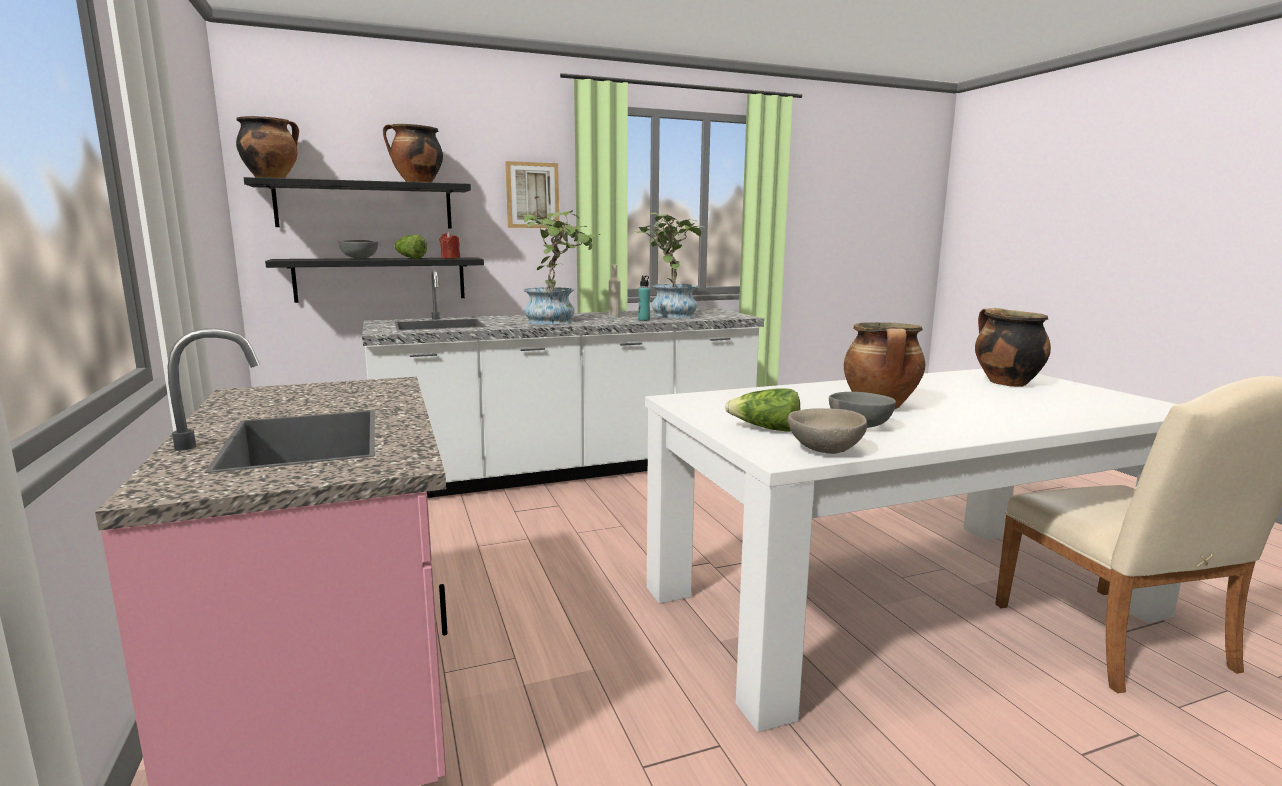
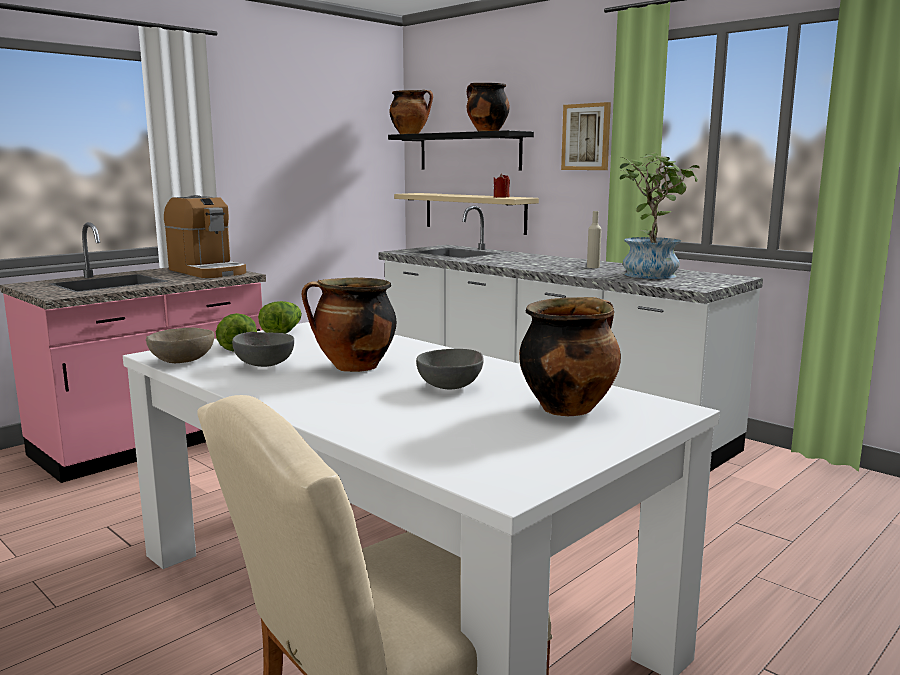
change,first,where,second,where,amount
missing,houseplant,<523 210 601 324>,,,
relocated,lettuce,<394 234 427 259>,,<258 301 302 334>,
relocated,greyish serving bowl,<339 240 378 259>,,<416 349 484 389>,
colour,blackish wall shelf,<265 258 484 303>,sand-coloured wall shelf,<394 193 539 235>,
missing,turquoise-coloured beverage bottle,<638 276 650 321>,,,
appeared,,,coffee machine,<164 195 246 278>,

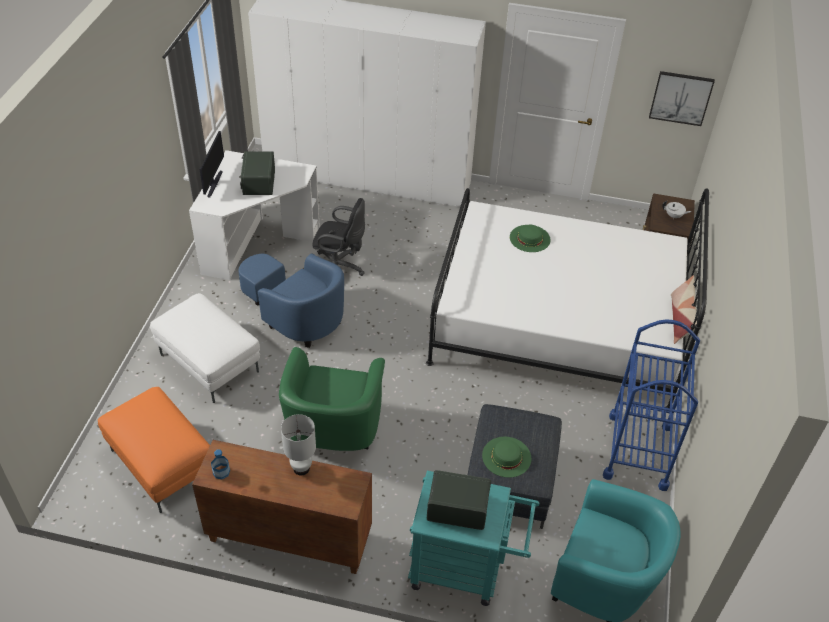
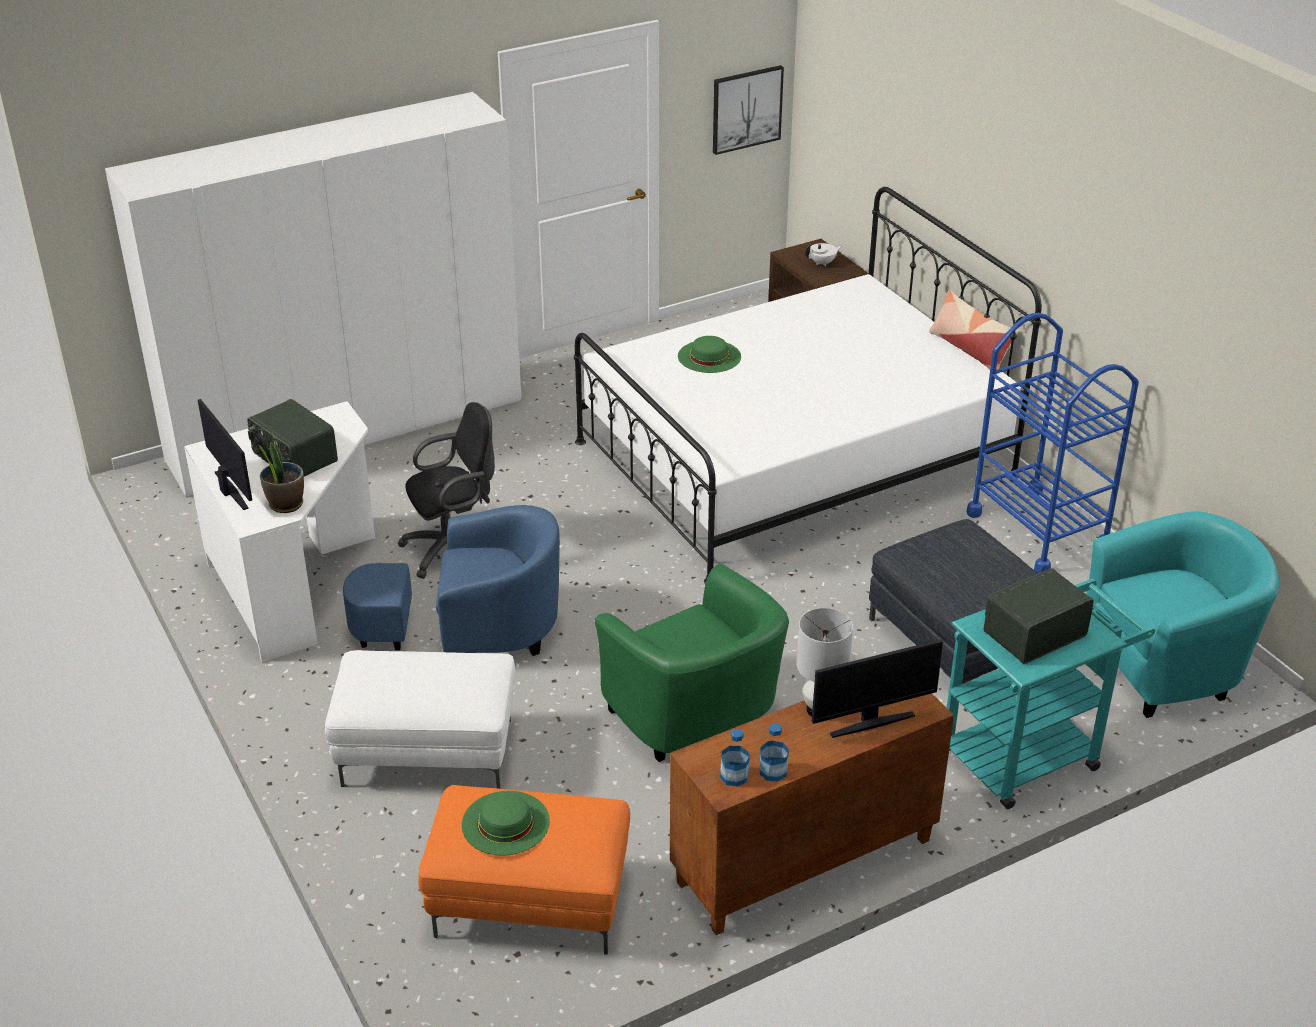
change,first,where,second,where,amount
relocated,green-coloured hat,<482 437 531 478>,,<462 791 550 856>,
appeared,,,houseplant,<256 433 304 513>,
appeared,,,computer display,<812 639 943 738>,
appeared,,,beverage bottle,<760 723 789 781>,

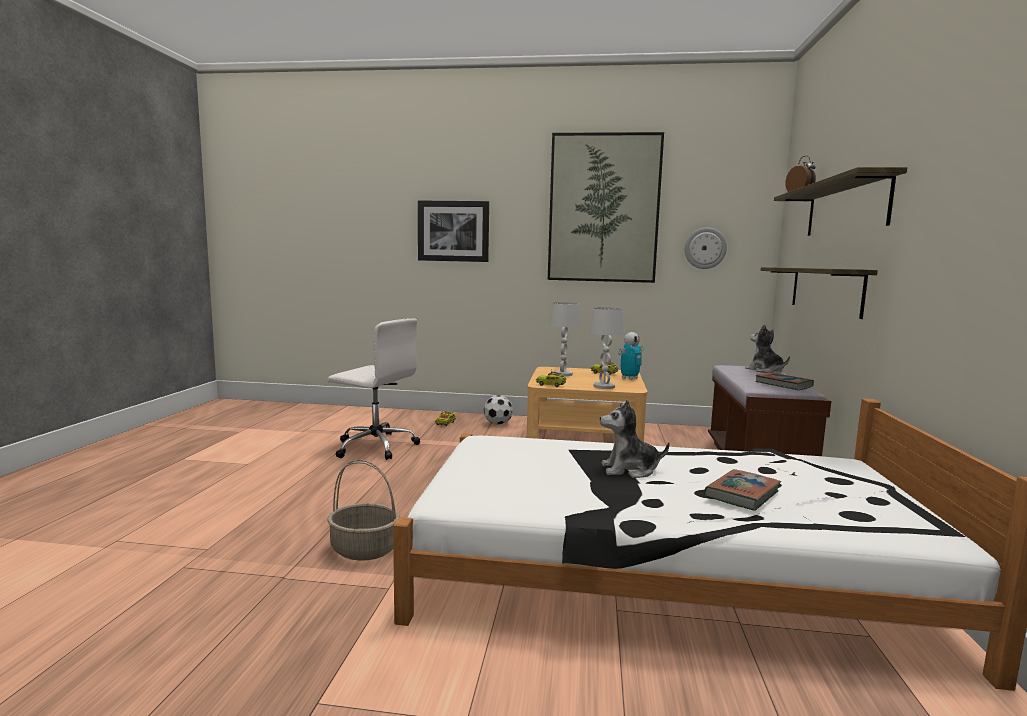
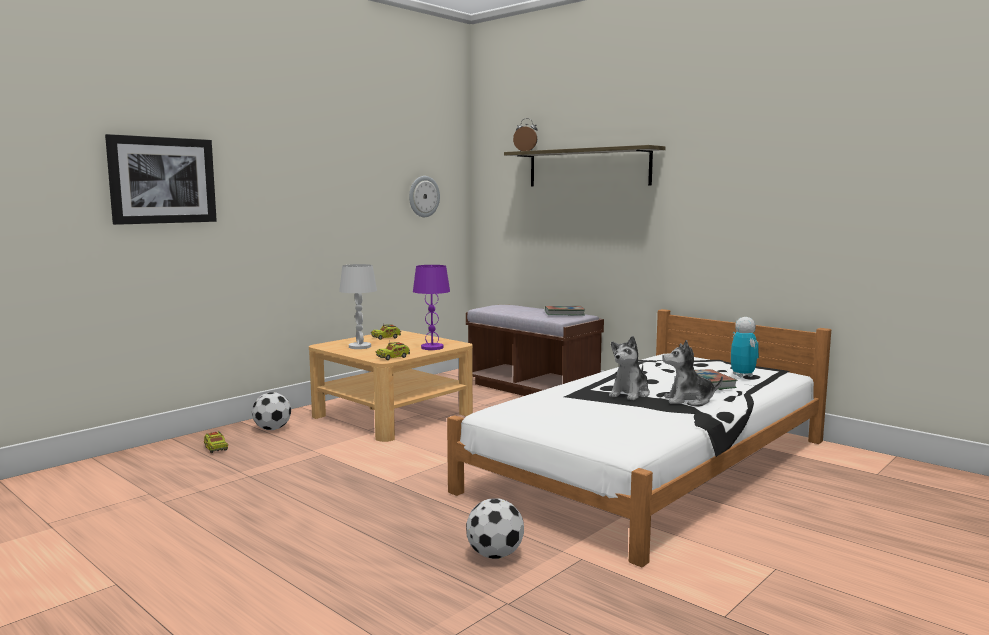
change,first,where,second,where,amount
missing,wall art,<548 132 664 283>,,,
missing,wall shelf,<761 267 878 319>,,,
colour,whitish lamp for a table,<589 307 625 389>,purple lamp for a table,<413 265 450 350>,
missing,whitish office chair,<327 318 420 460>,,,
relocated,cuddly toy,<745 325 790 373>,,<662 340 723 406>,
relocated,model robot,<619 332 643 380>,,<731 317 759 377>,
exchanged,storage basket,<327 459 400 561>,ball for football,<466 498 524 559>,

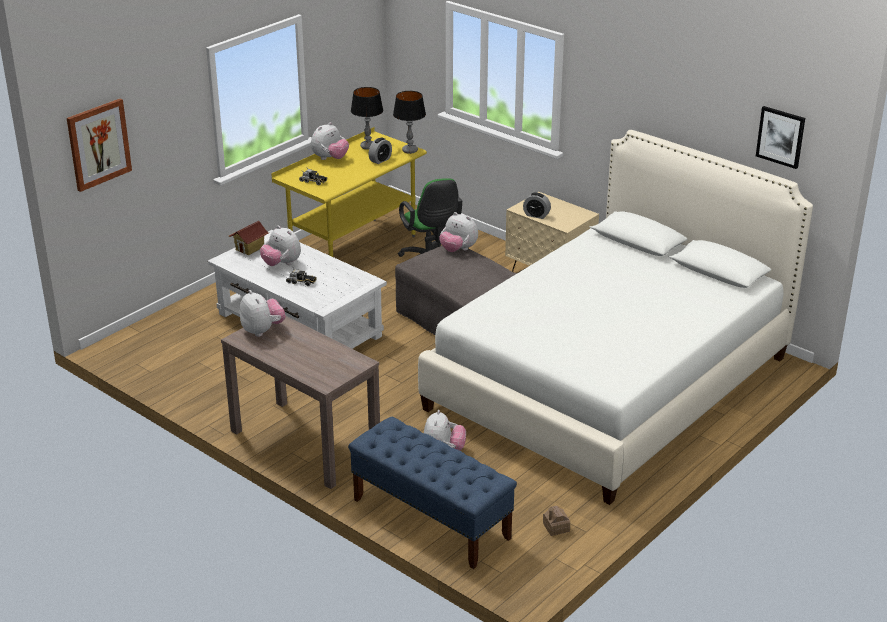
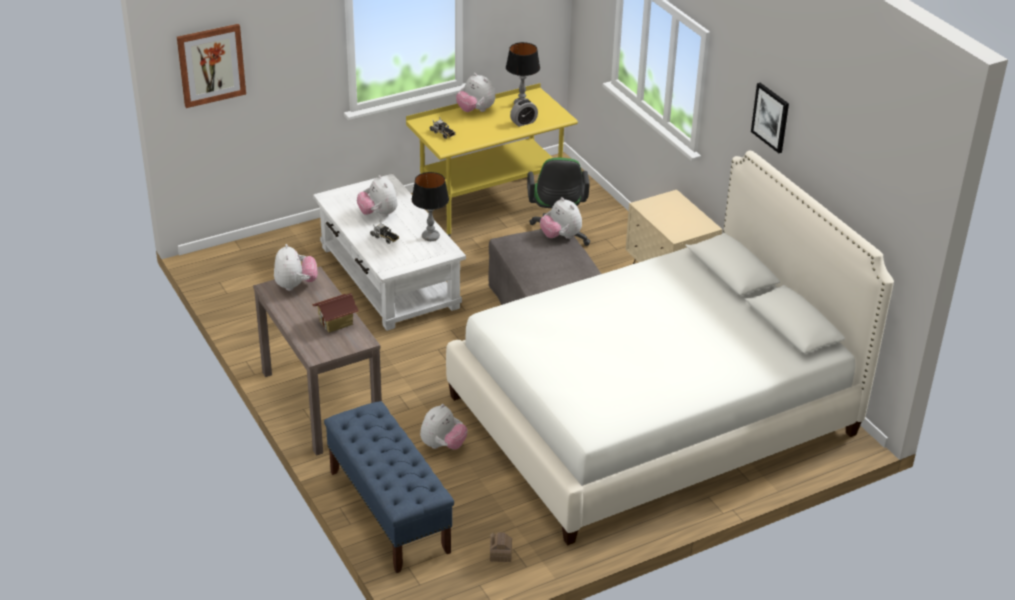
change,first,where,second,where,amount
relocated,lamp for a table,<393 91 426 154>,,<412 172 449 241>,
relocated,wall art,<756 106 805 169>,,<751 83 789 153>,
spun,cuddly toy,<311 122 349 160>,,<456 73 495 112>,75 degrees clockwise
missing,bedside clock,<523 193 551 219>,,,
relocated,miniature house,<229 221 269 255>,,<312 293 359 333>,

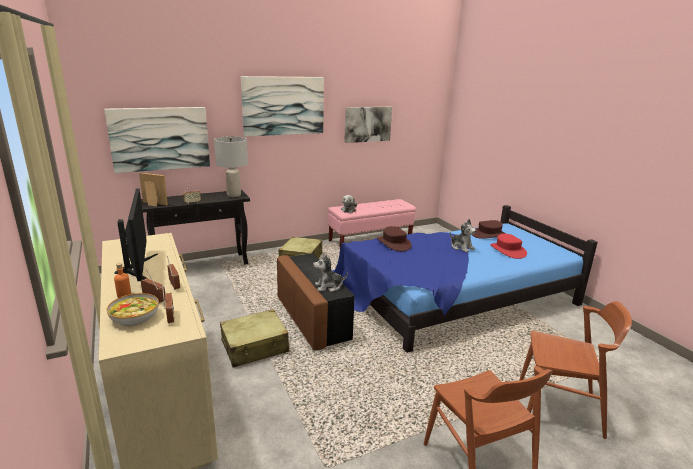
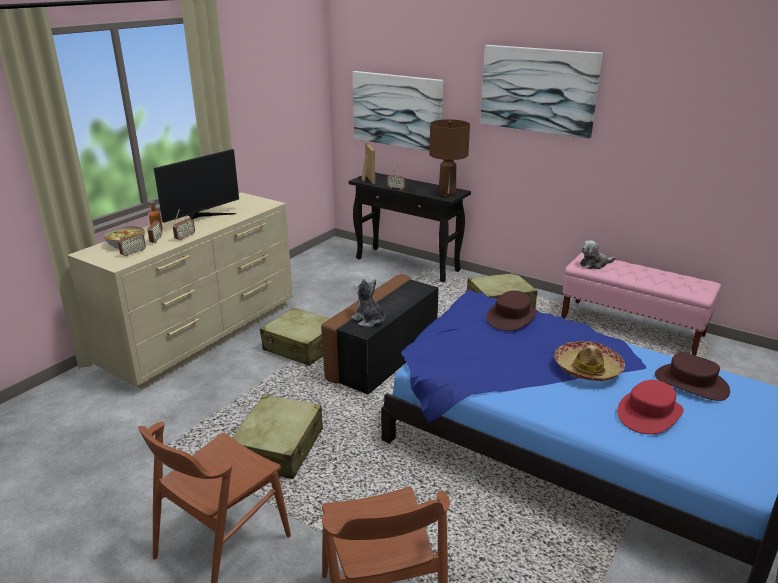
change,first,where,second,where,amount
missing,wall art,<344 107 392 143>,,,
colour,greyish lamp for a table,<214 136 248 197>,brown lamp for a table,<429 119 470 196>,
exchanged,cuddly toy,<450 219 476 252>,hat,<554 341 625 381>,
appeared,,,sand-coloured travel case,<232 394 323 479>,

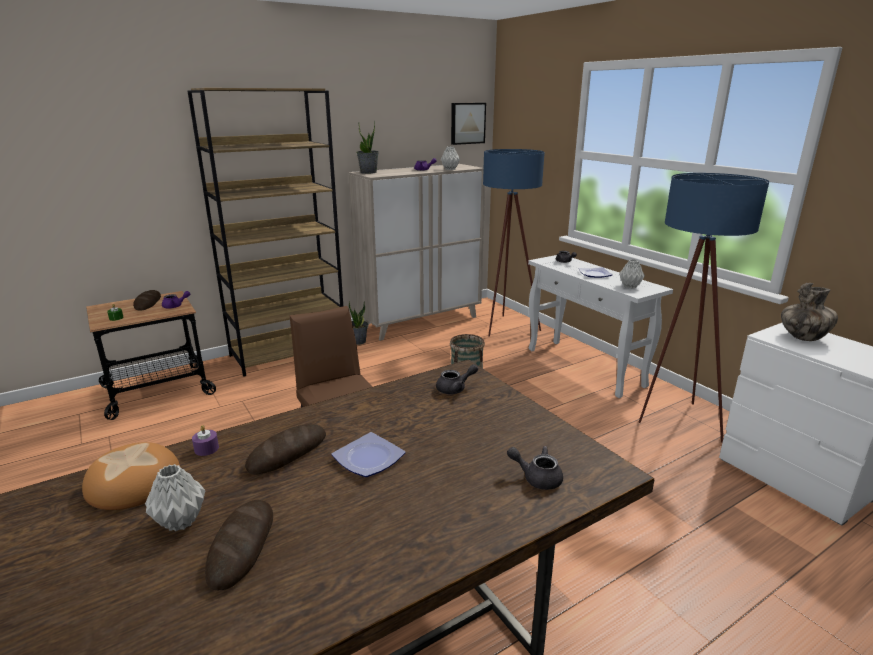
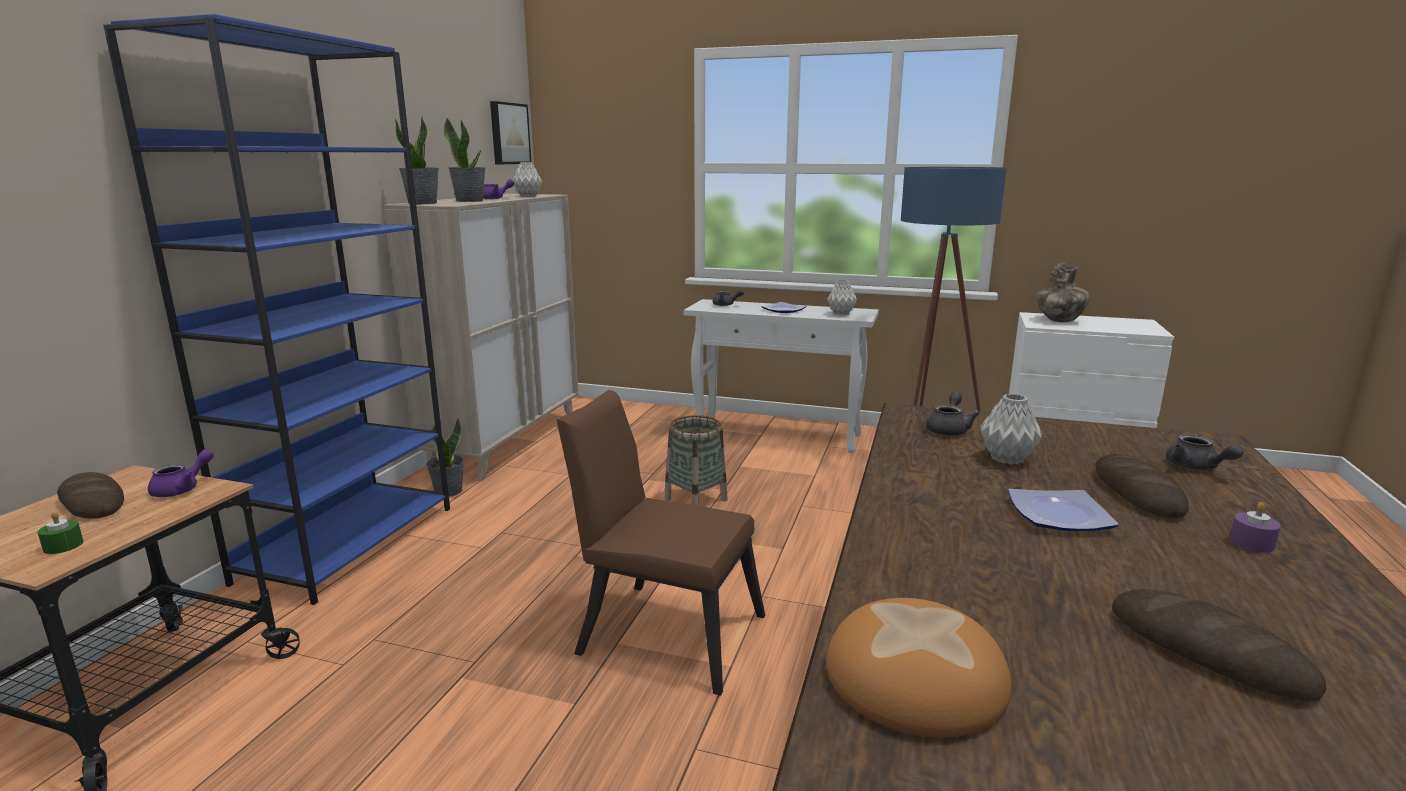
change,first,where,second,where,amount
colour,brown bookcase,<188 88 343 377>,bluish bookcase,<103 14 450 605>,
missing,bluish standard lamp,<483 149 545 337>,,,
relocated,bread,<245 424 326 475>,,<1095 454 1189 518>,
relocated,purple wax light,<192 425 219 456>,,<1229 502 1281 553>,
spun,greyish pot for tea,<507 446 563 490>,,<1166 434 1244 470>,90 degrees counterclockwise
relocated,greyish decorative vase,<145 464 205 532>,,<980 394 1043 465>,
appeared,,,houseplant,<443 117 485 202>,

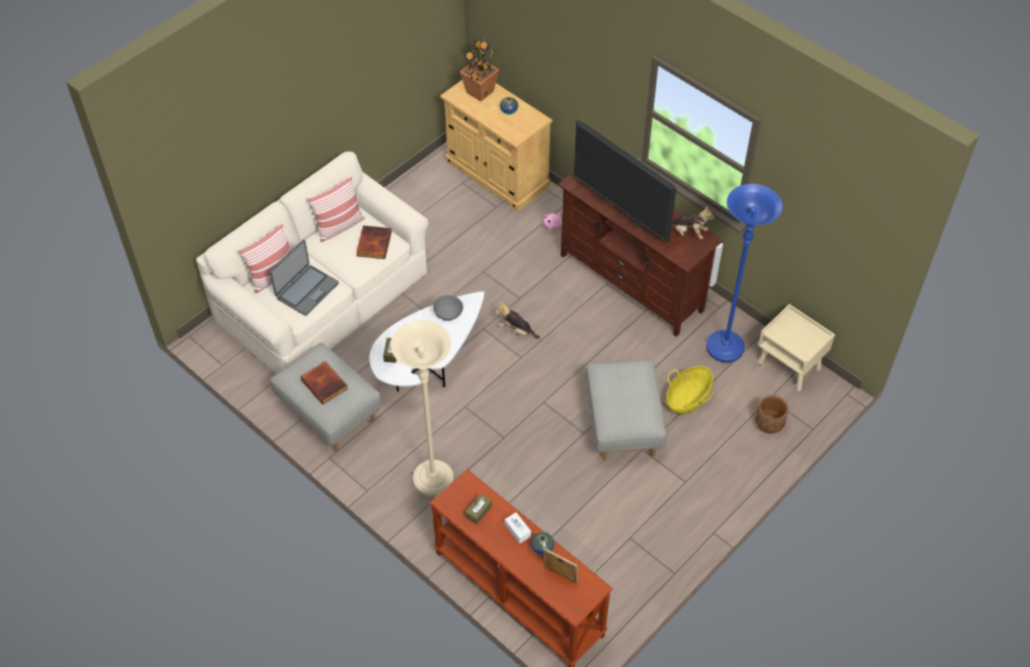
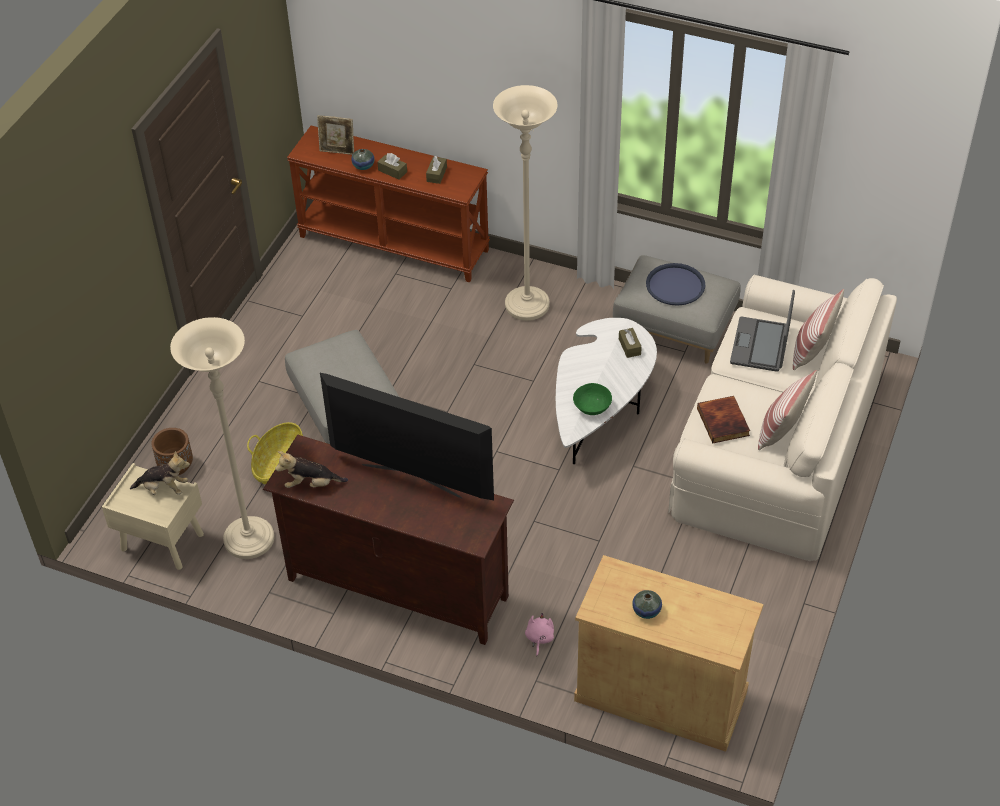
change,first,where,second,where,amount
missing,houseplant,<460 36 499 102>,,,
colour,bluish standard lamp,<706 184 783 363>,sand-coloured standard lamp,<170 317 274 559>,
colour,greyish serving bowl,<433 295 463 321>,green-coloured serving bowl,<573 383 612 415>,
relocated,cuddly toy,<495 302 540 339>,,<130 451 190 495>,
exchanged,bound book,<300 361 348 405>,bluish serving tray,<646 263 705 306>,
colour,whitish tissue box,<505 513 531 544>,brown tissue box,<377 153 407 180>,

